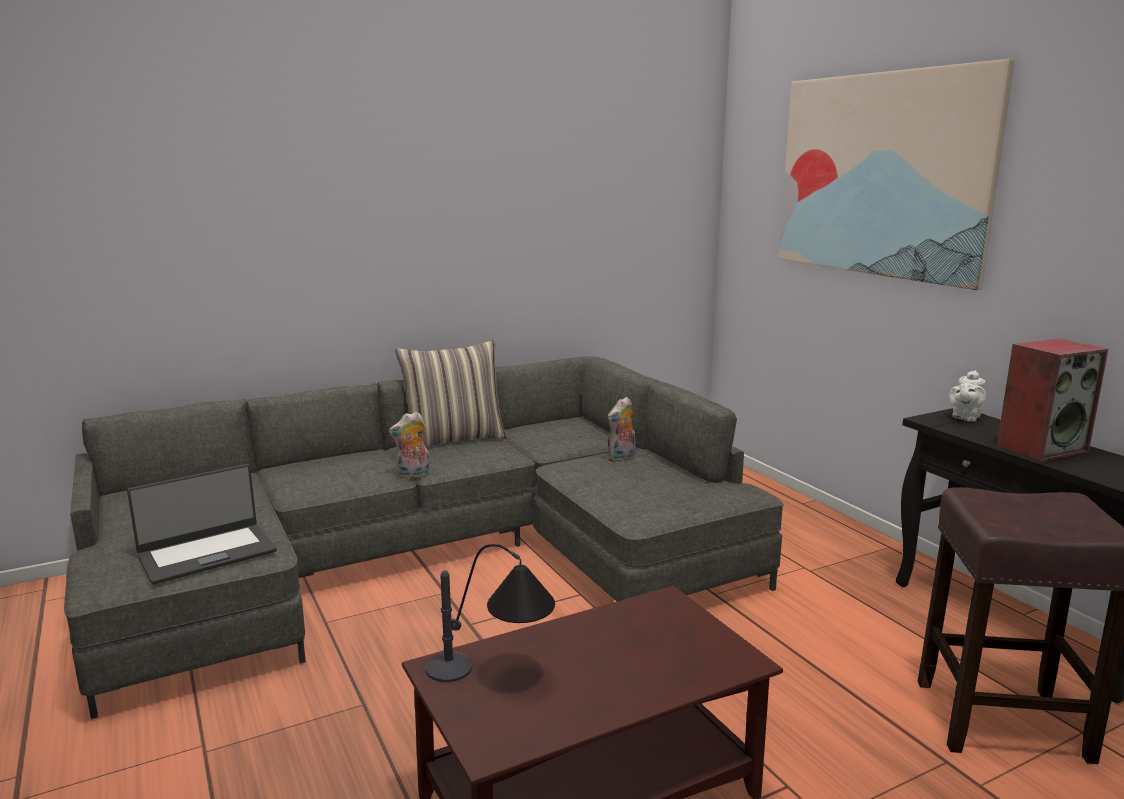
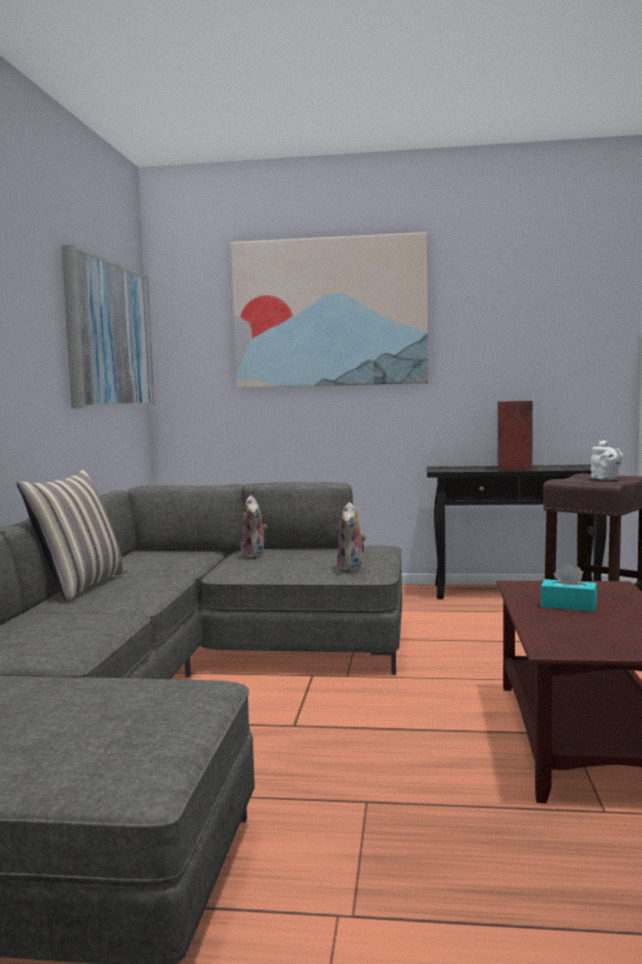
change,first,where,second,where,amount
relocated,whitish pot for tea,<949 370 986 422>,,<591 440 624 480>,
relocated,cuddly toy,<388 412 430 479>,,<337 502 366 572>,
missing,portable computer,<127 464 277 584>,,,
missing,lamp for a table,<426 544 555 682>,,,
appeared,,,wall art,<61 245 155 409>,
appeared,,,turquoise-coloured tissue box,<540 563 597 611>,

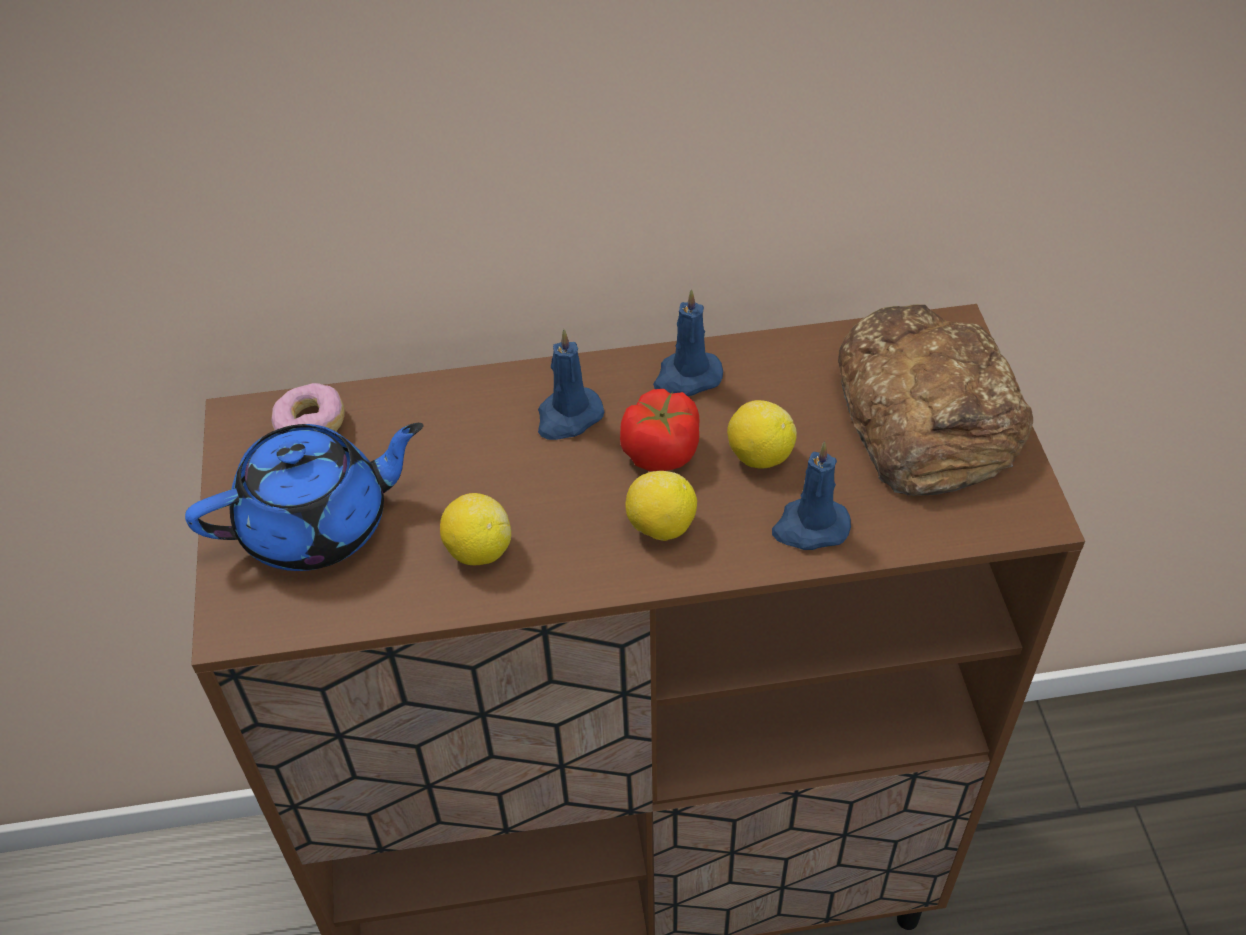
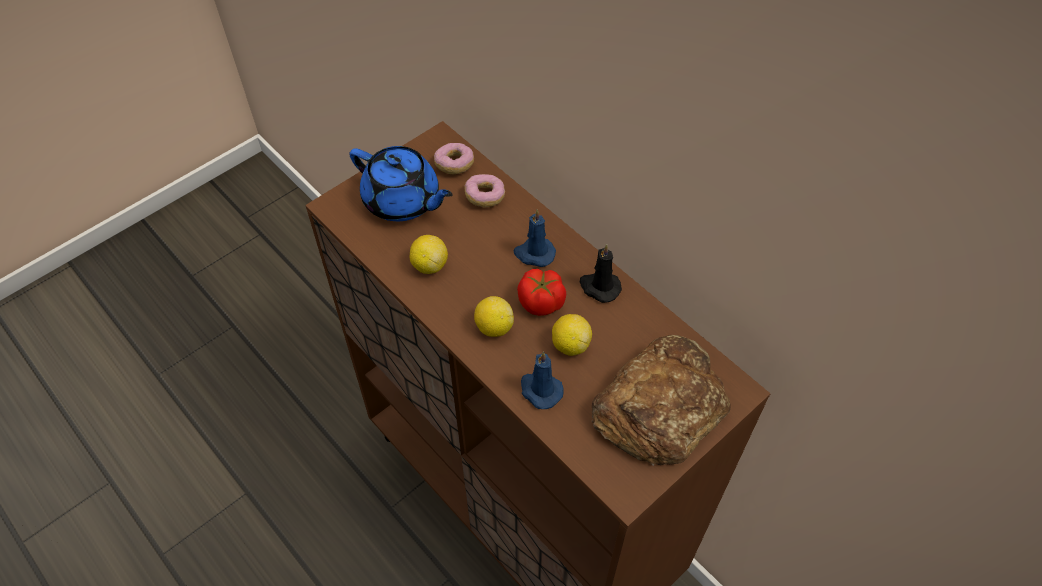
change,first,where,second,where,amount
colour,bluish wax light,<653 289 723 396>,blackish wax light,<580 244 622 303>,
appeared,,,ring doughnut,<464 174 505 207>,

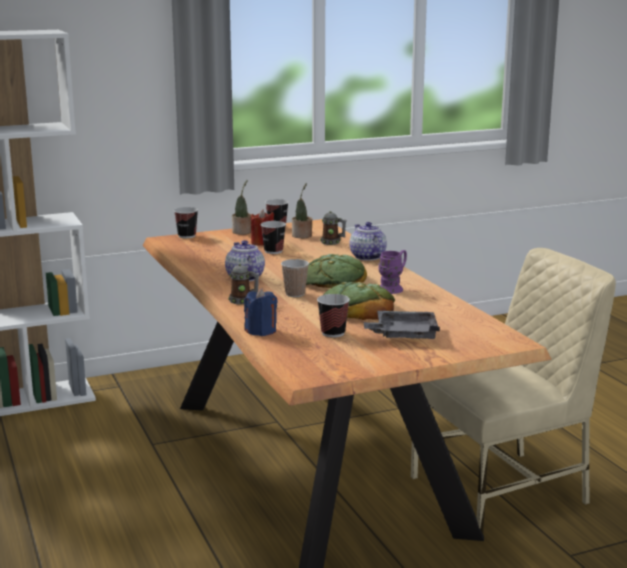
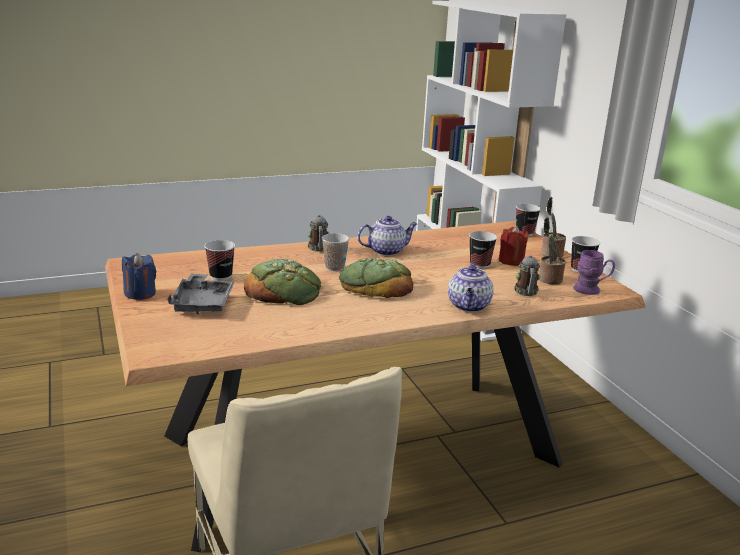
change,first,where,second,where,amount
spun,pot for tea,<349 222 387 261>,,<448 263 494 312>,120 degrees clockwise
relocated,purple tea mug,<378 250 407 294>,,<573 250 615 295>,
relocated,bluish wax light,<244 288 278 336>,,<122 253 156 300>,

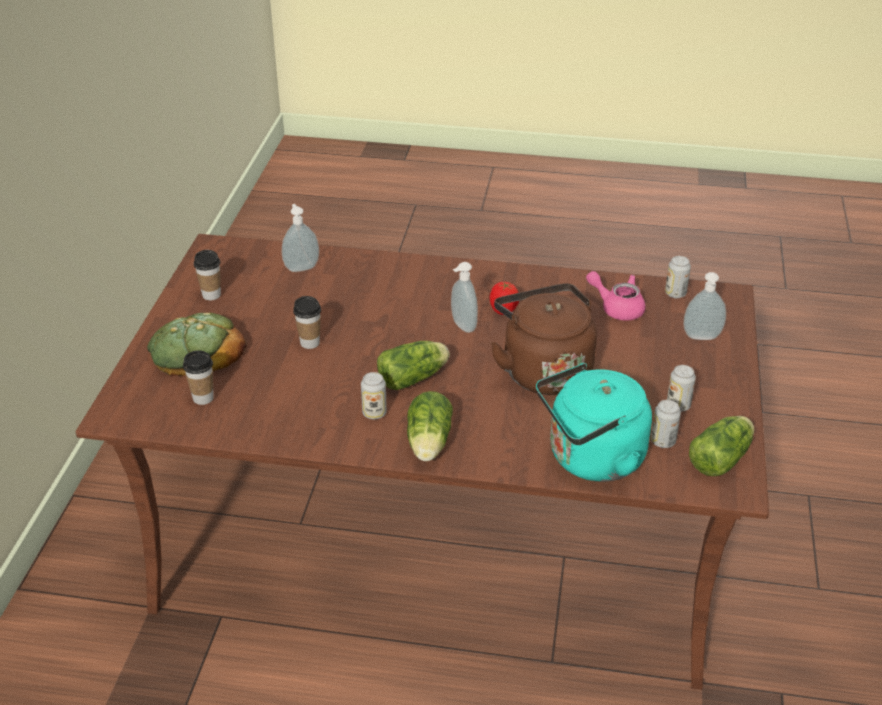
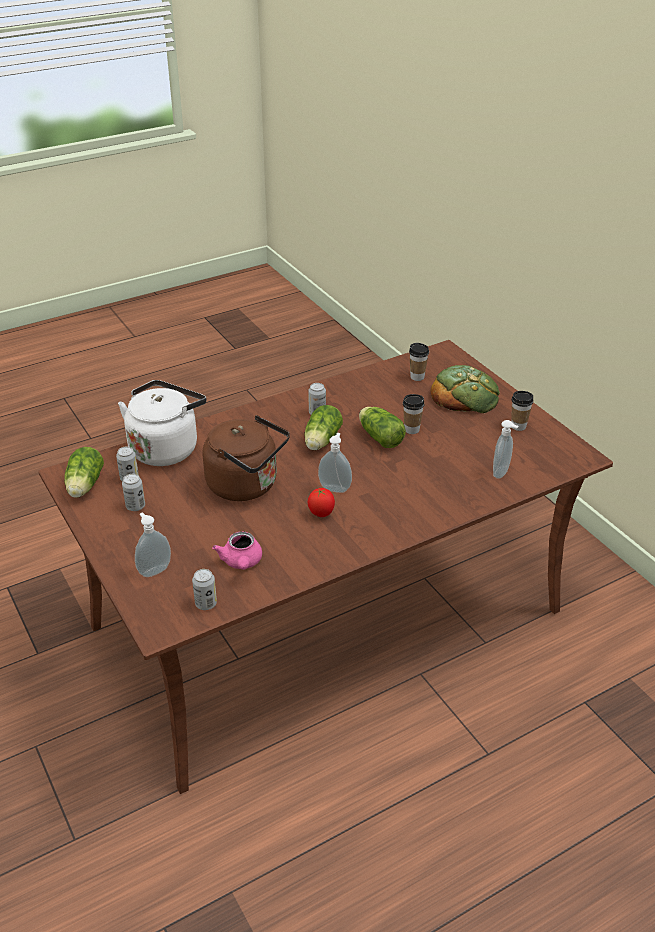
change,first,where,second,where,amount
spun,pink pot for tea,<586 271 645 320>,,<212 532 262 570>,90 degrees clockwise
colour,turquoise-coloured kettle,<536 363 652 482>,whitish kettle,<118 380 206 466>,
relocated,lettuce,<407 391 453 461>,,<359 407 406 448>,

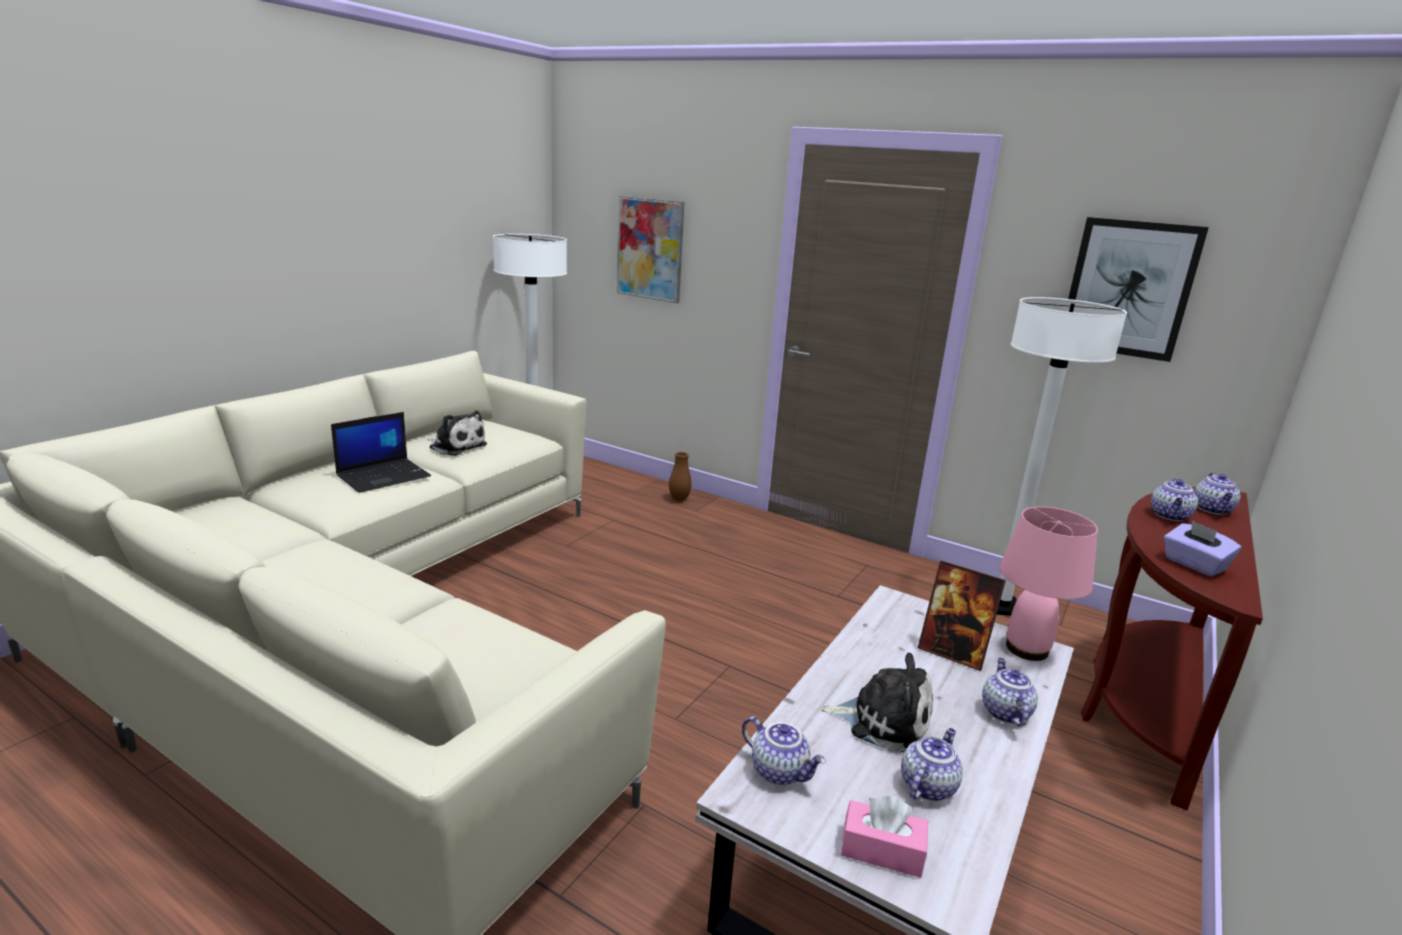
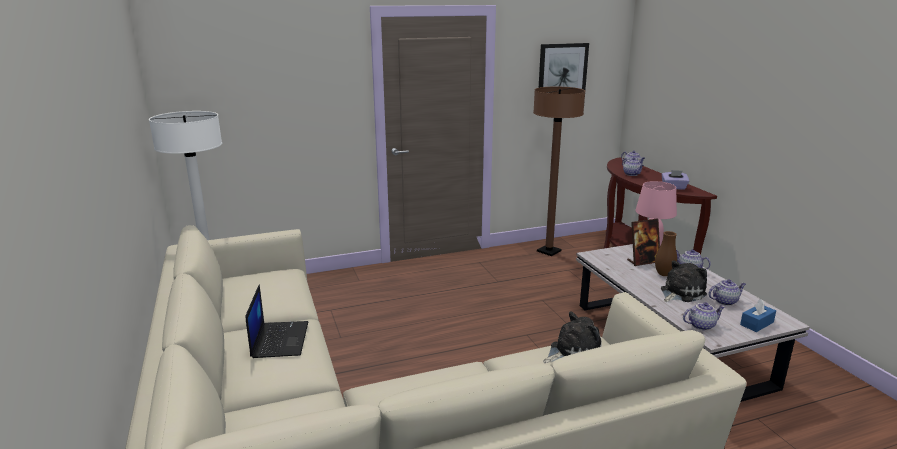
change,first,where,second,where,amount
missing,wall art,<617 196 685 303>,,,
colour,whitish standard lamp,<997 297 1127 616>,brown standard lamp,<533 87 585 256>,
relocated,cuddly toy,<428 411 487 456>,,<543 311 601 363>,
relocated,brown decorative vase,<669 452 692 501>,,<655 231 677 276>,
spun,pot for tea,<901 728 963 801>,,<708 279 746 306>,90 degrees clockwise
colour,pink tissue box,<841 796 928 878>,bluish tissue box,<740 299 776 332>,

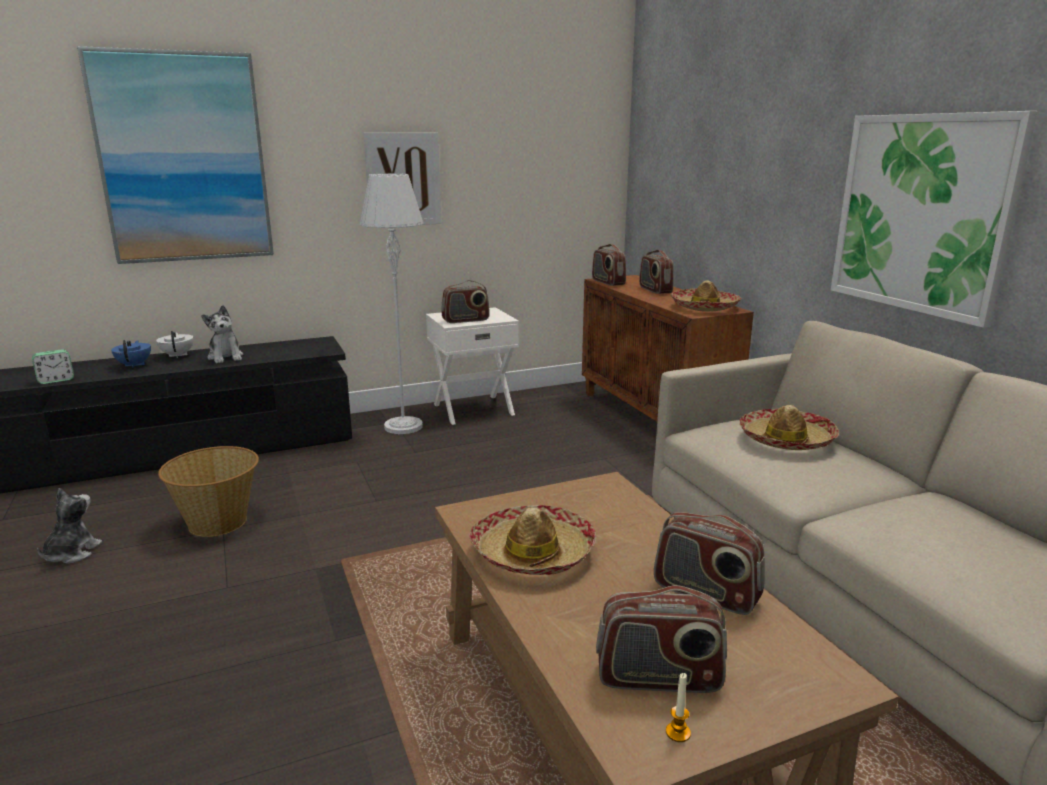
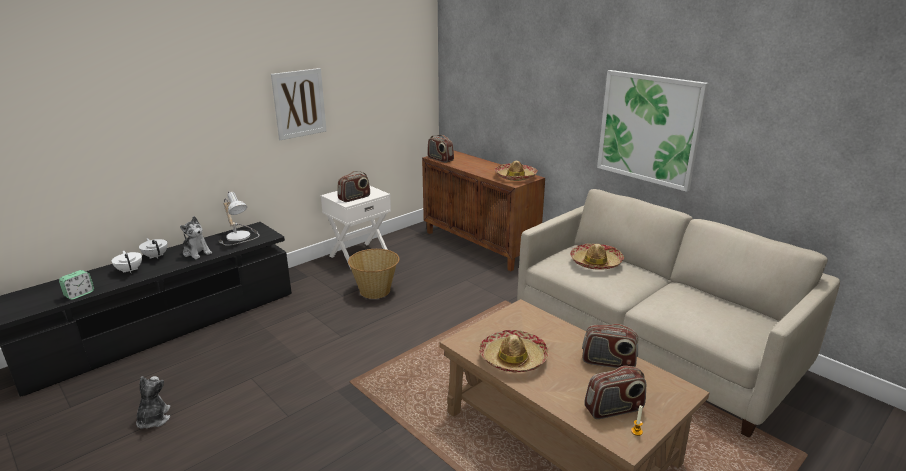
change,first,where,second,where,amount
missing,wall art,<77 46 274 264>,,,
missing,greyish standard lamp,<359 173 423 434>,,,
missing,radio,<639 250 674 294>,,,
colour,bluish pot for tea,<111 340 151 368>,whitish pot for tea,<112 251 142 273>,
relocated,storage basket,<158 446 259 537>,,<348 249 399 299>,
appeared,,,lamp for a table,<219 191 259 246>,

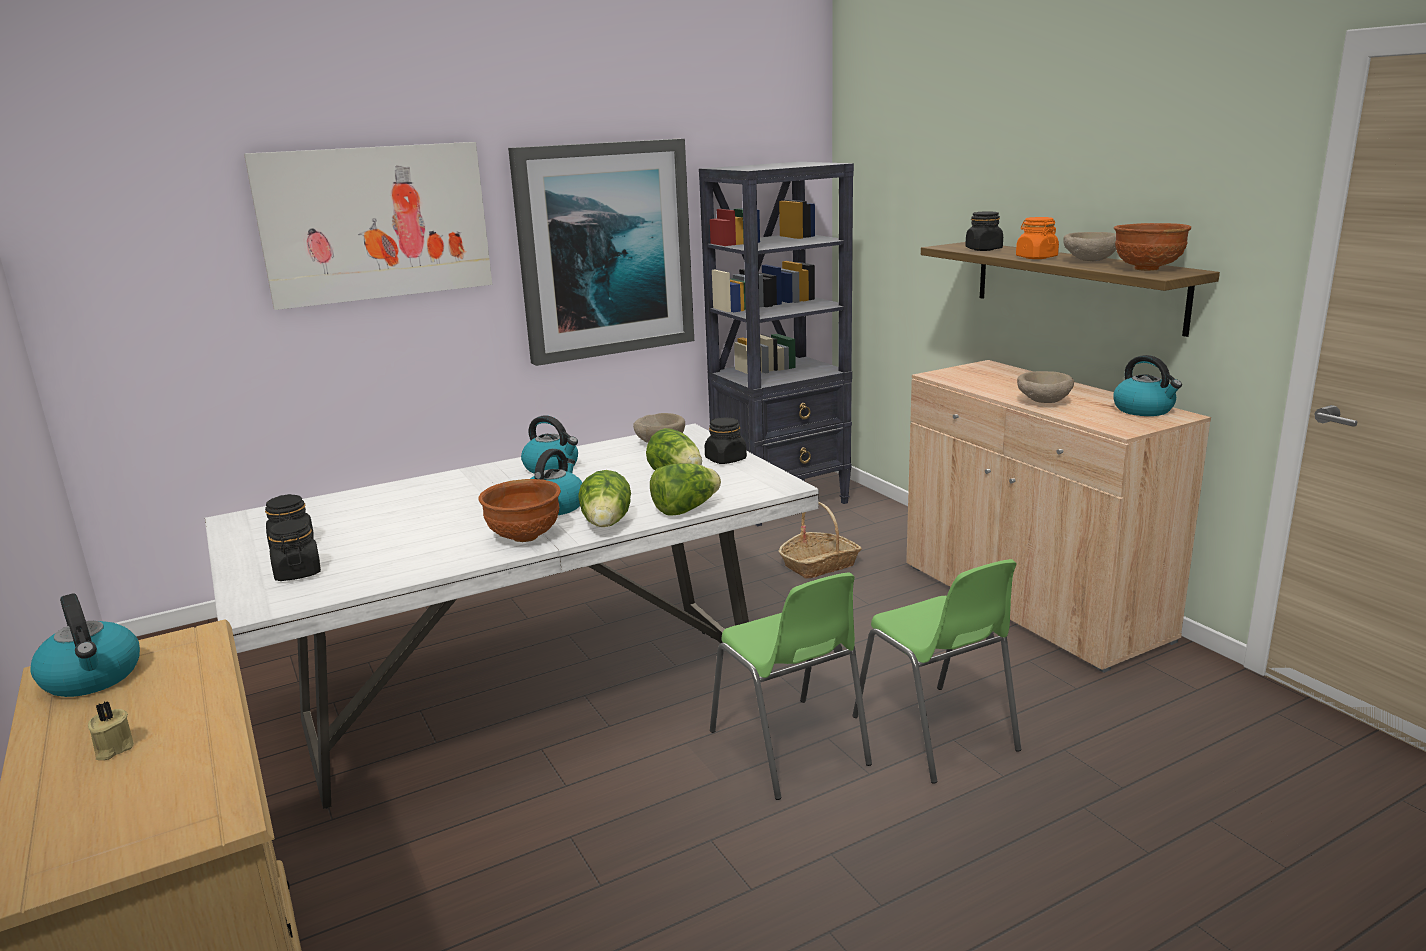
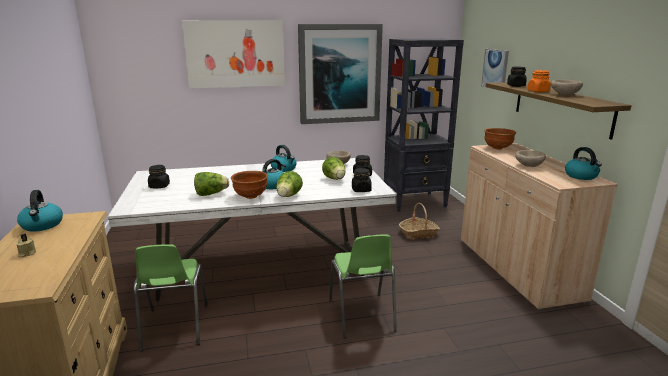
change,first,where,second,where,amount
relocated,brown serving bowl,<1114 223 1191 271>,,<484 128 516 150>,
relocated,lettuce,<650 463 721 516>,,<194 172 229 196>,
relocated,blackish storage jar,<269 519 321 581>,,<352 168 372 192>,
relocated,green-coloured chair,<853 559 1021 784>,,<134 244 208 352>,
appeared,,,wall art,<481 49 509 91>,

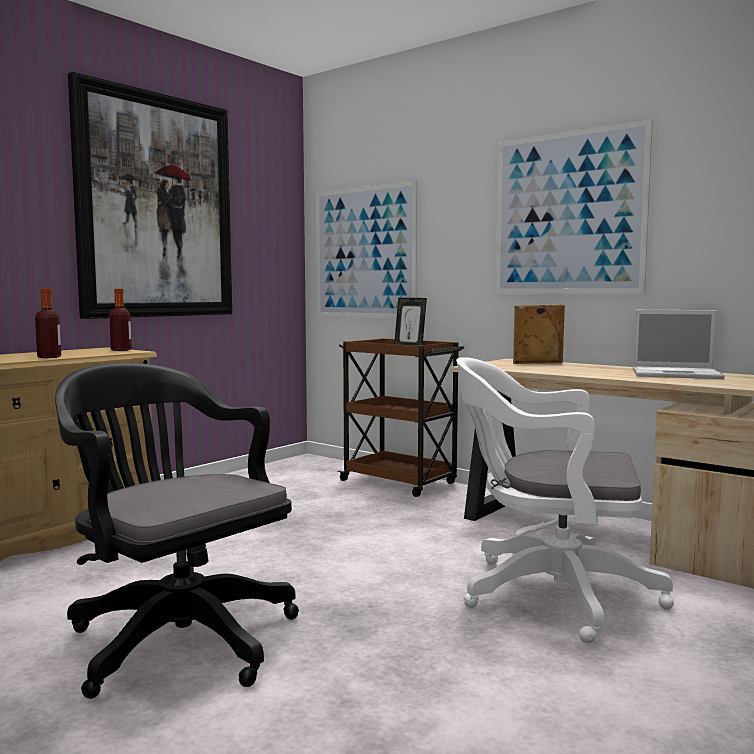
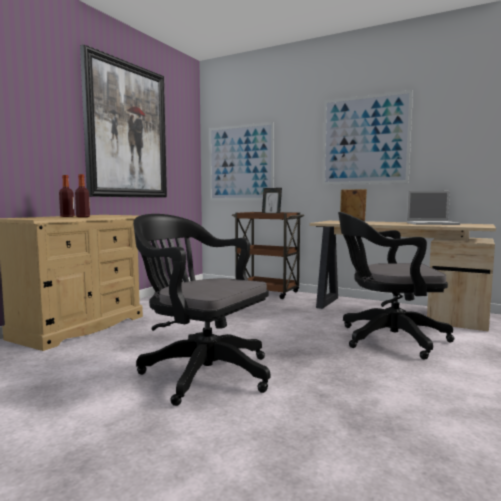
change,first,where,second,where,amount
relocated,beverage bottle,<109 289 132 351>,,<59 175 74 217>,
colour,whitish office chair,<456 357 674 644>,blackish office chair,<338 212 454 360>,

